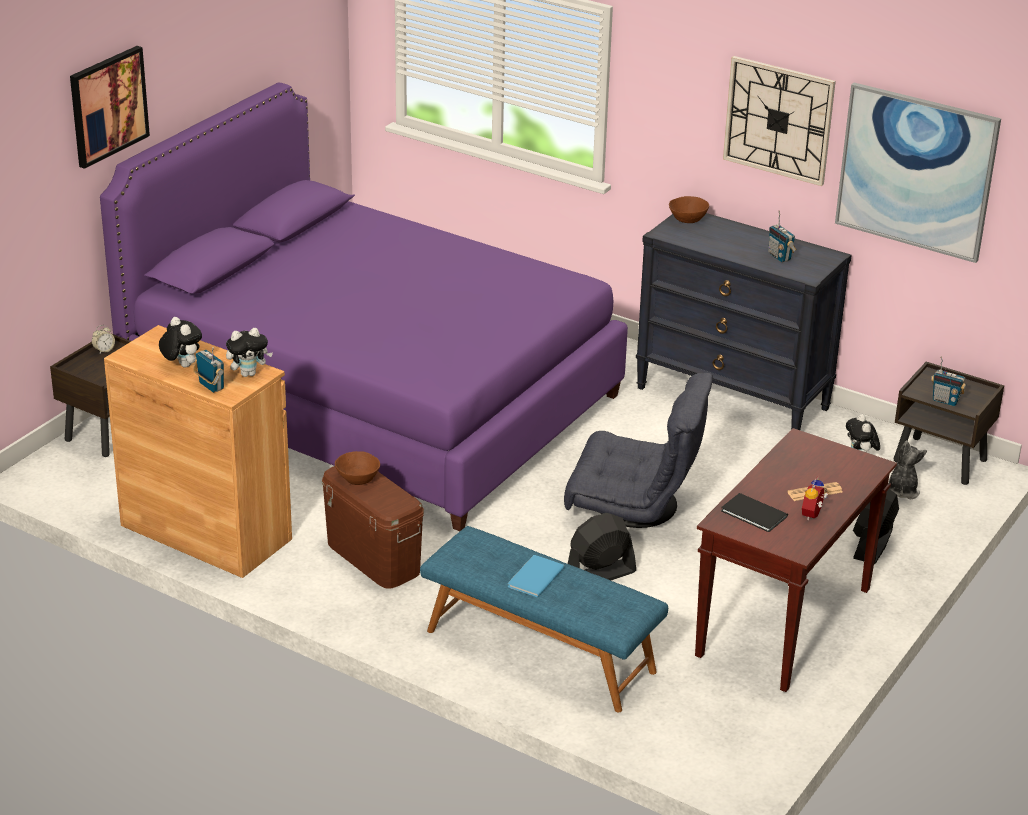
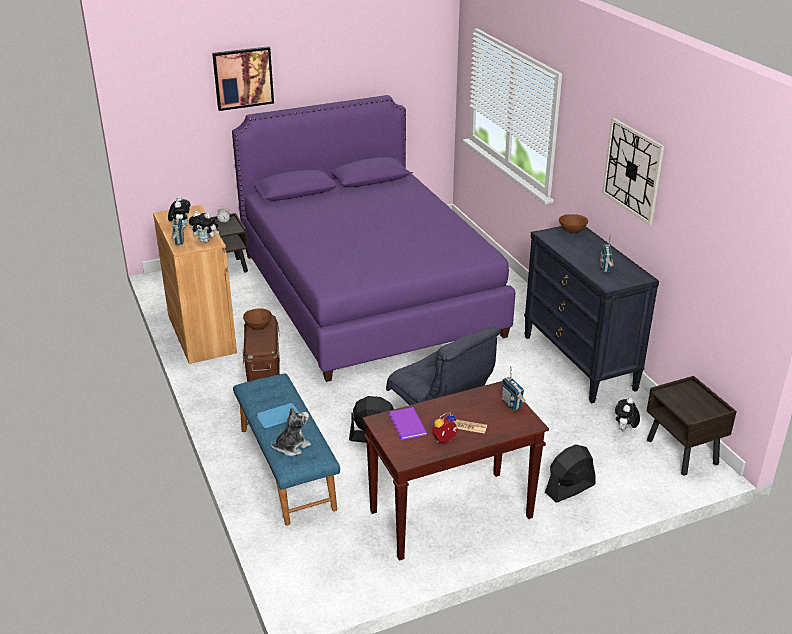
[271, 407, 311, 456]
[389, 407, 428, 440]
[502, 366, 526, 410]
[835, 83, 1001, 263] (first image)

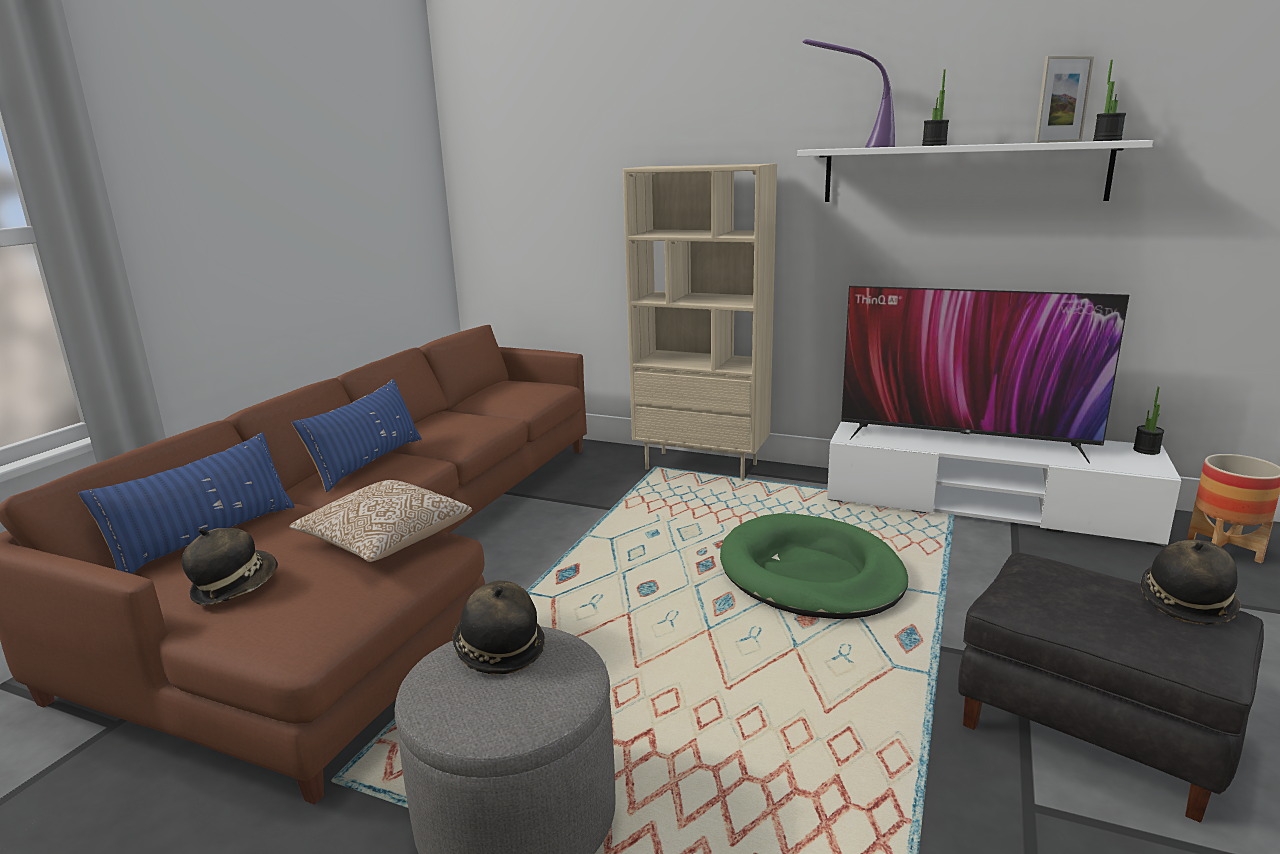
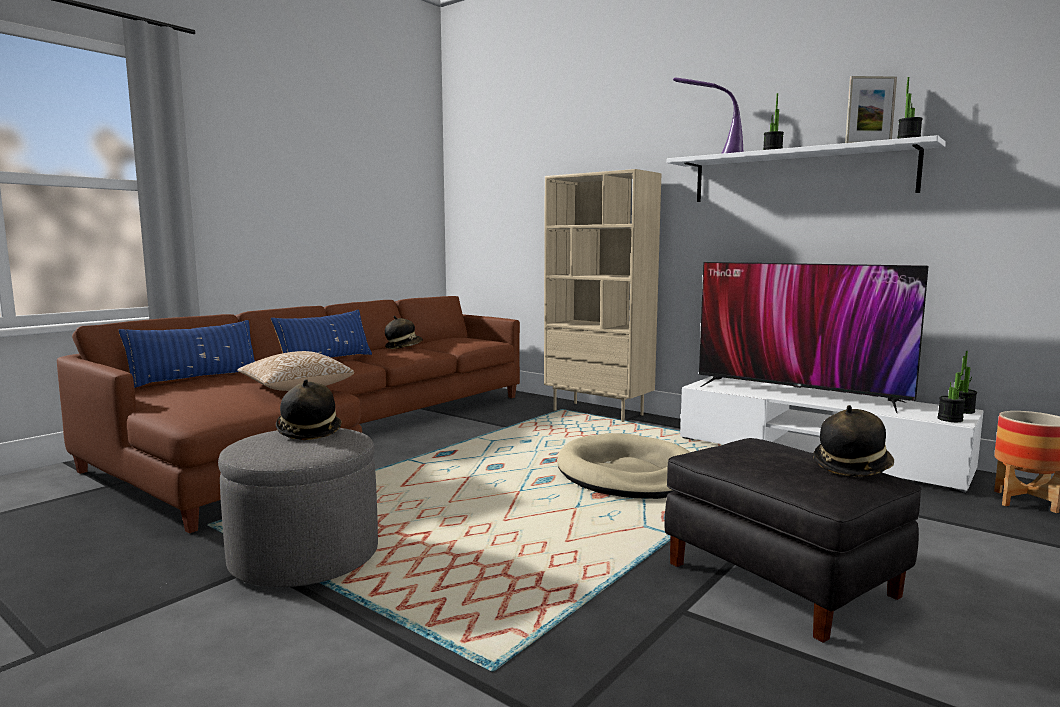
[385, 316, 423, 349]
[557, 433, 690, 499]
[937, 356, 965, 422]

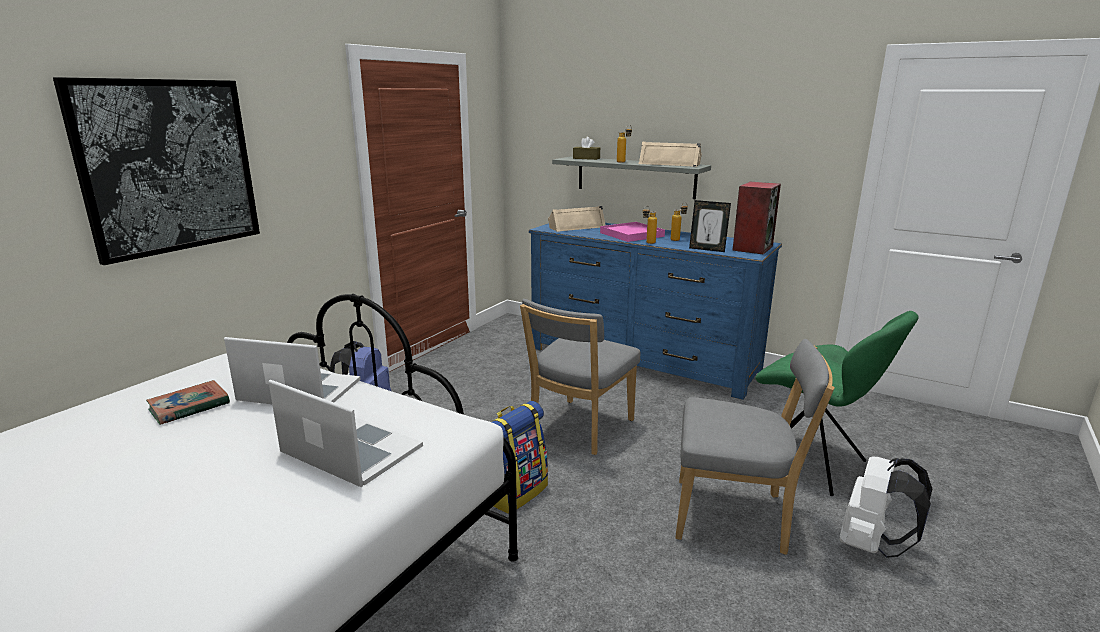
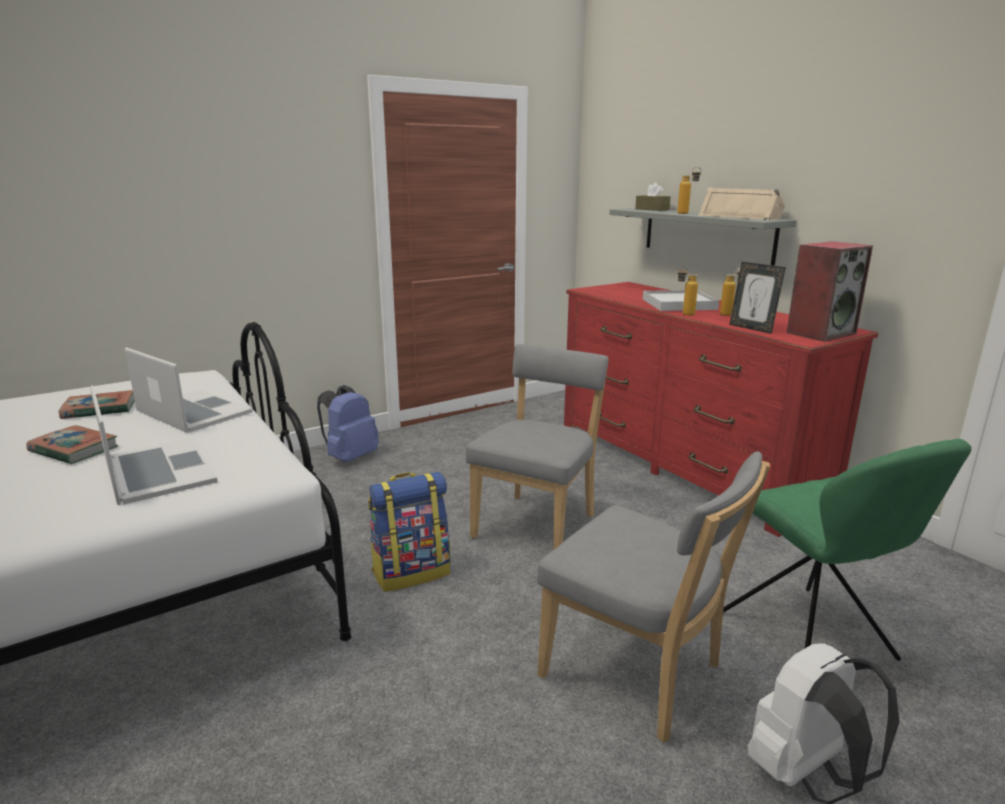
[26, 425, 118, 464]
[466, 344, 609, 549]
[564, 282, 878, 537]
[643, 290, 719, 311]
[53, 77, 260, 265] (first image)
[548, 206, 606, 232] (first image)

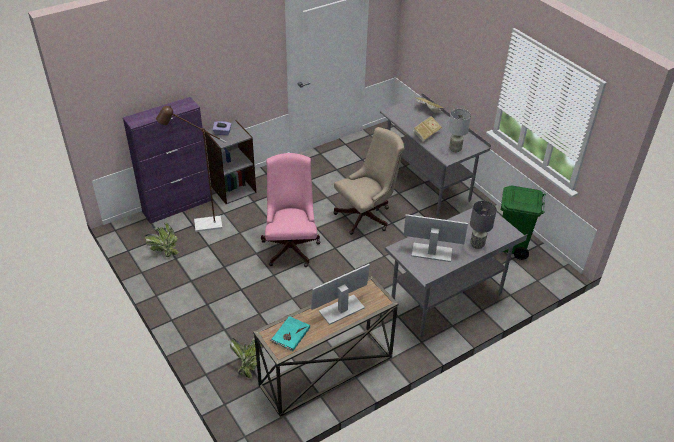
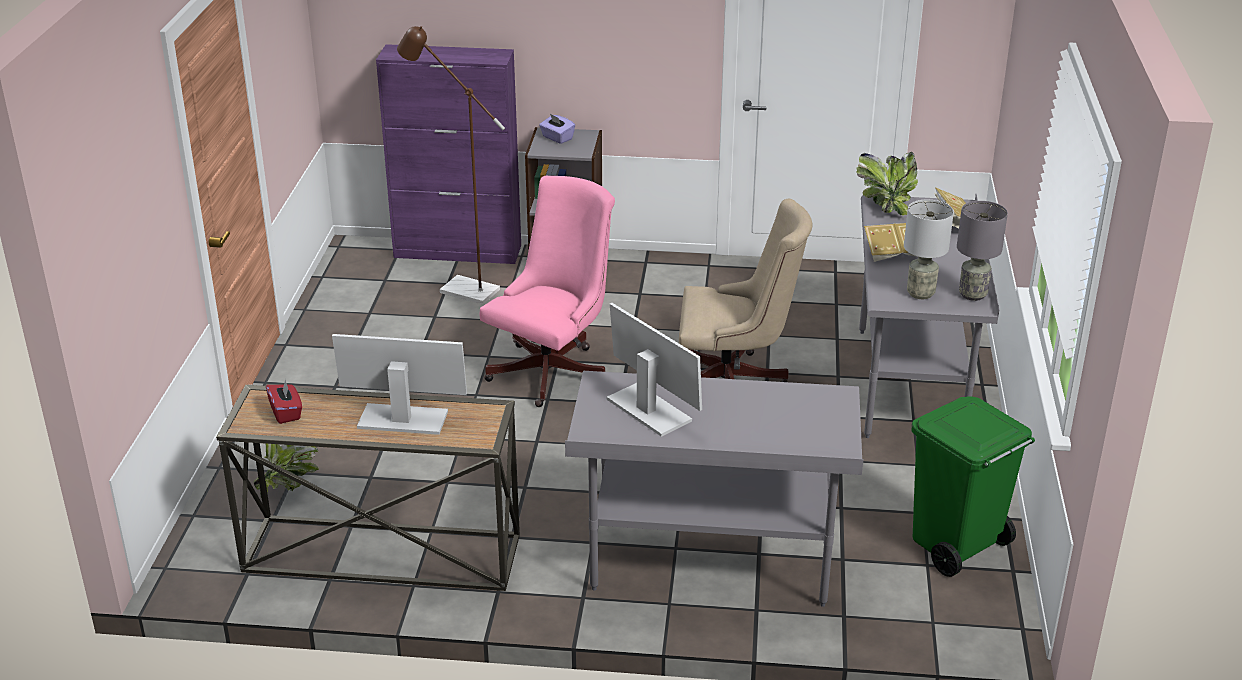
[266, 379, 302, 424]
[856, 152, 918, 216]
[957, 201, 1008, 301]

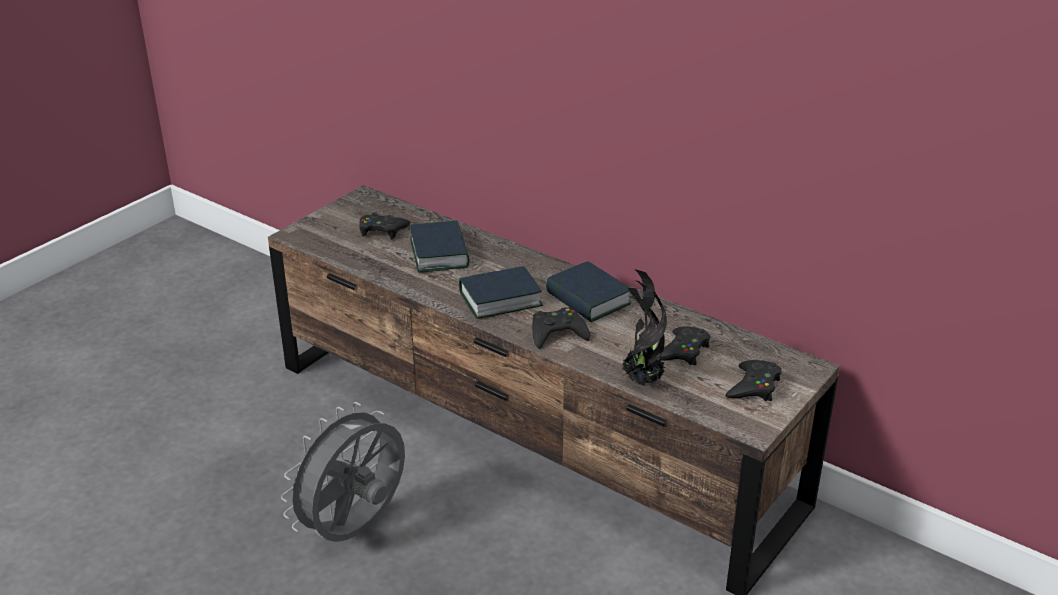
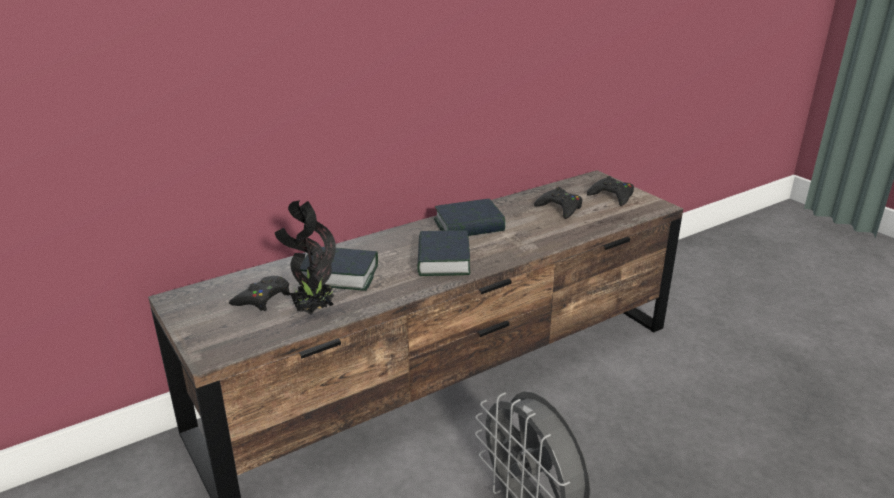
[275, 200, 336, 315]
[532, 308, 590, 349] (first image)

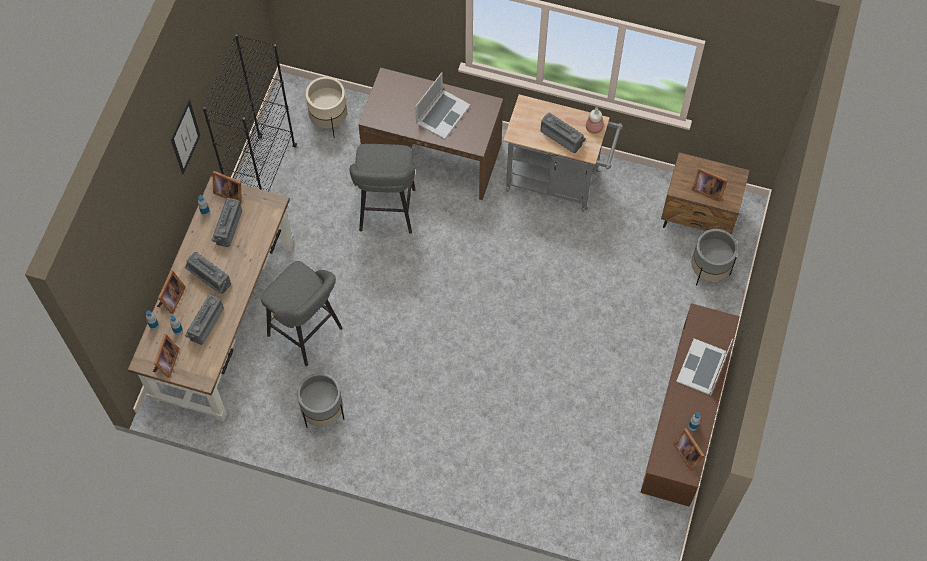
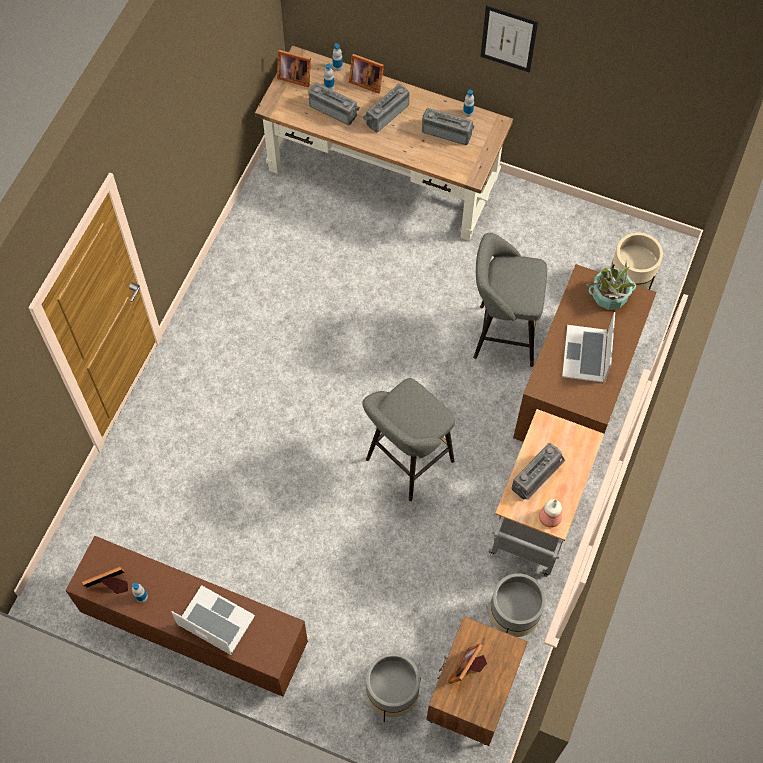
[362, 378, 455, 501]
[489, 573, 546, 637]
[562, 312, 615, 383]
[586, 259, 636, 310]
[202, 34, 297, 192] (first image)
[213, 171, 241, 204] (first image)

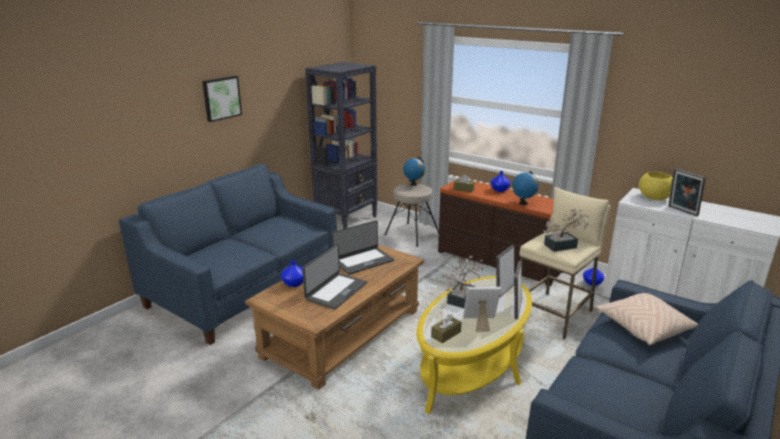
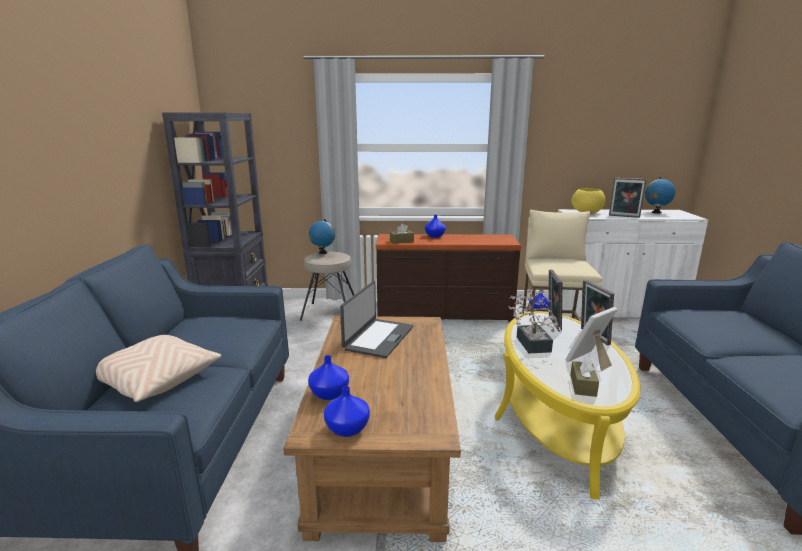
[96, 335, 221, 402]
[324, 386, 370, 437]
[645, 177, 676, 213]
[202, 76, 242, 122] (first image)
[302, 244, 367, 309] (first image)
[543, 209, 589, 252] (first image)

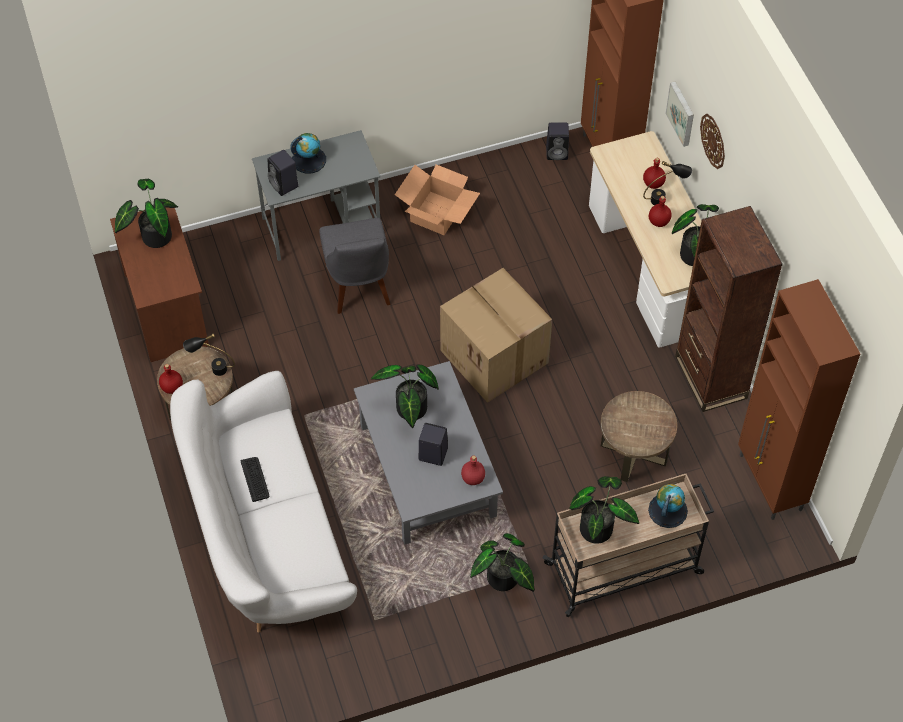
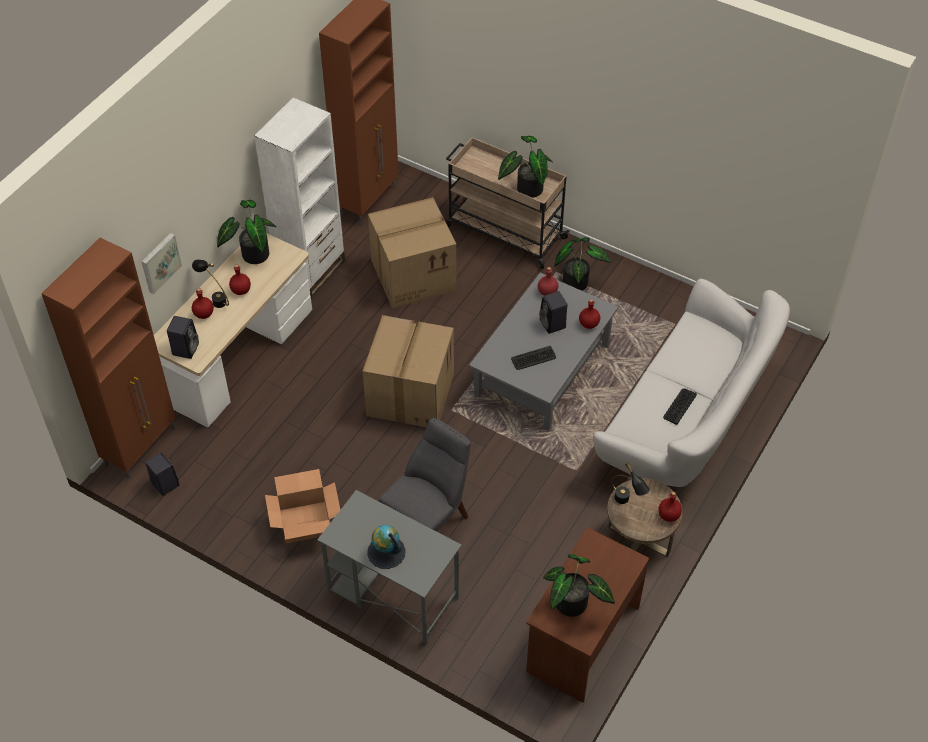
[167, 316, 199, 359]
[254, 97, 345, 297]
[368, 197, 457, 308]
[511, 346, 556, 370]
[579, 299, 600, 329]
[648, 484, 688, 528] (first image)
[700, 114, 725, 169] (first image)

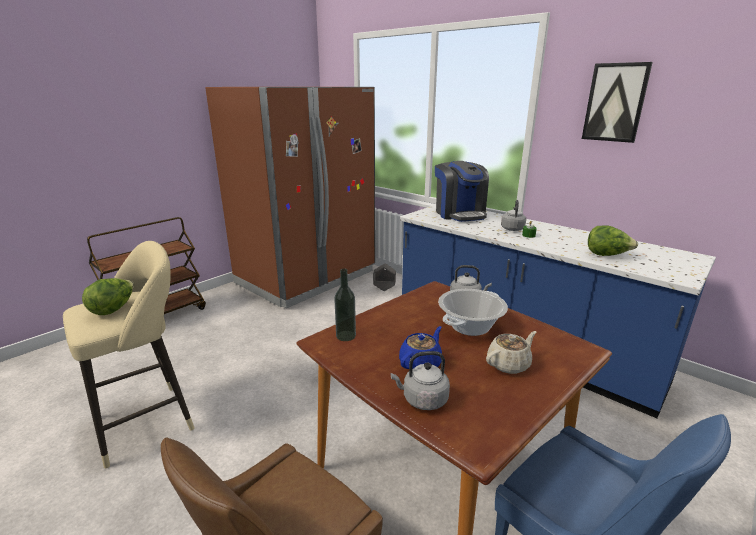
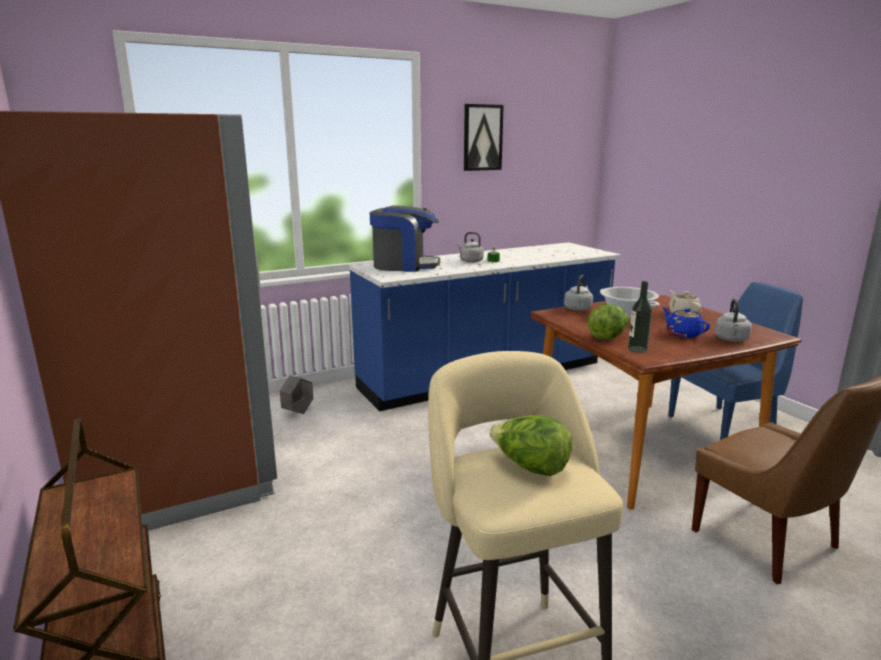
[588, 304, 629, 340]

